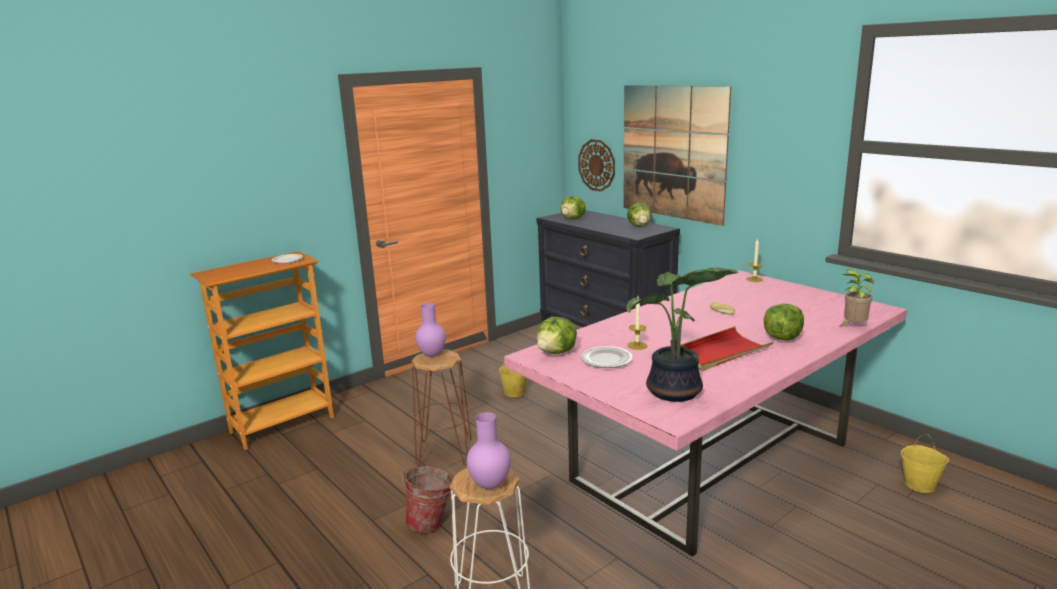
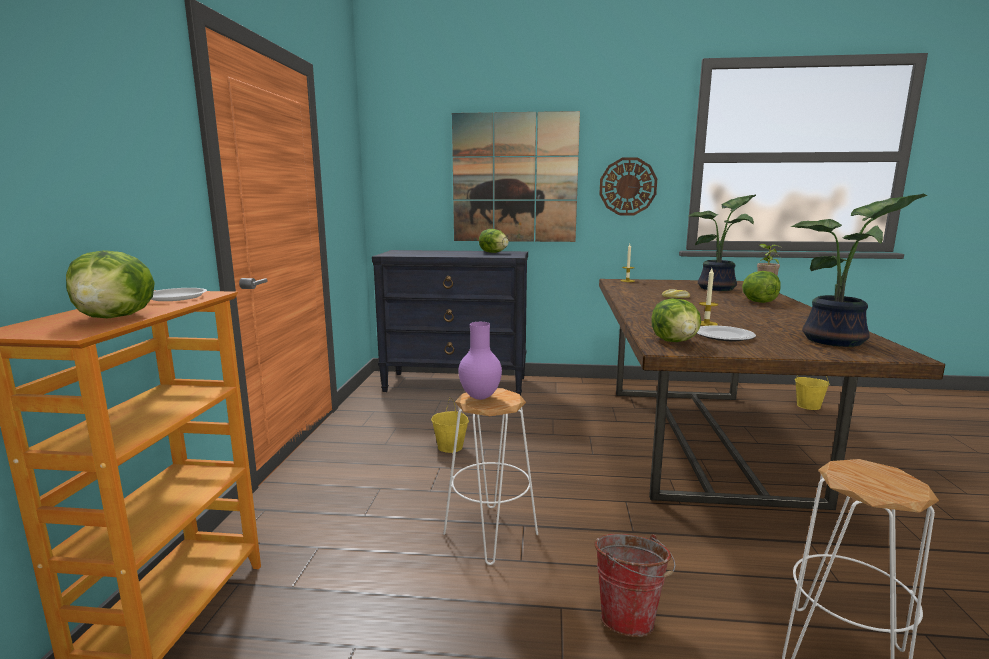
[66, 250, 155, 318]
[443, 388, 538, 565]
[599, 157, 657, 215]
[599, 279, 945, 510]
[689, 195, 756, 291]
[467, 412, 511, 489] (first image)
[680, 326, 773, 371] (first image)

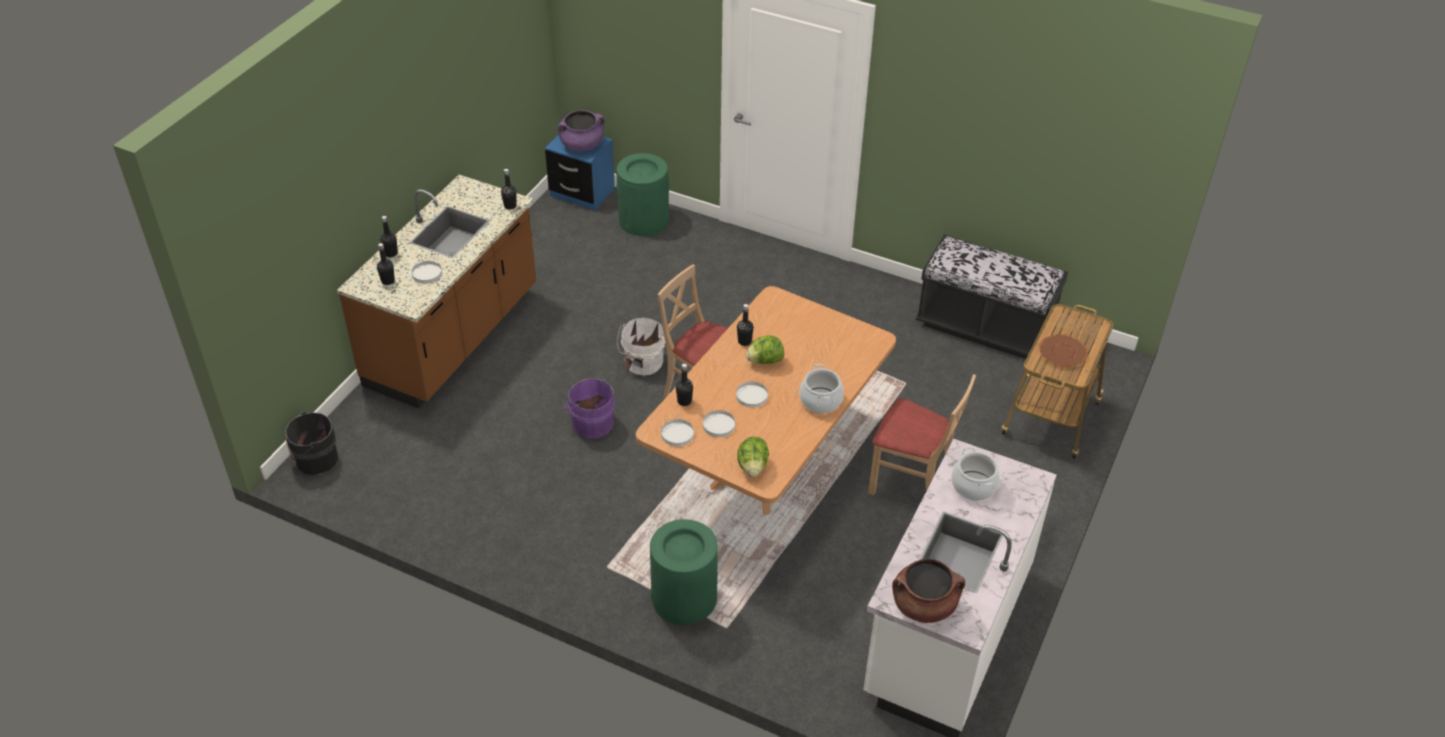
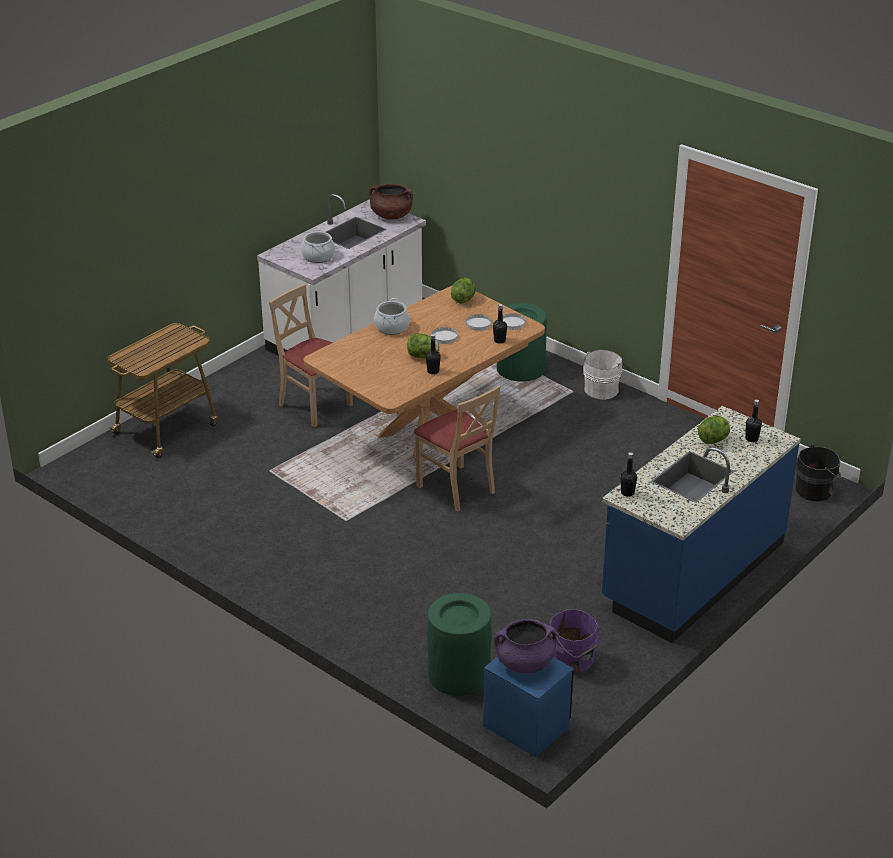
[549, 609, 602, 673]
[583, 350, 626, 400]
[602, 406, 801, 643]
[698, 416, 730, 444]
[380, 216, 398, 257] (first image)
[916, 235, 1068, 359] (first image)
[1039, 334, 1088, 367] (first image)

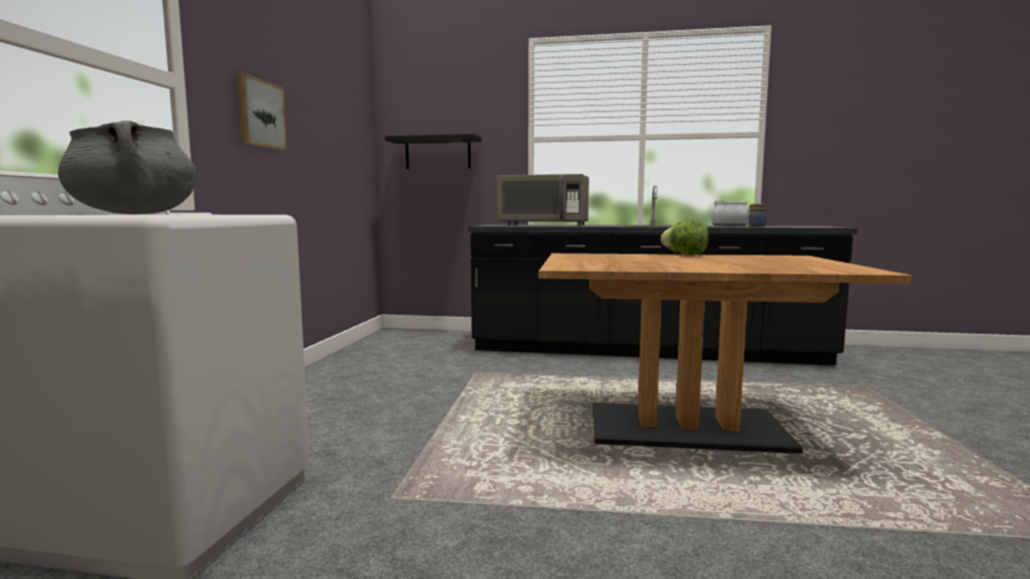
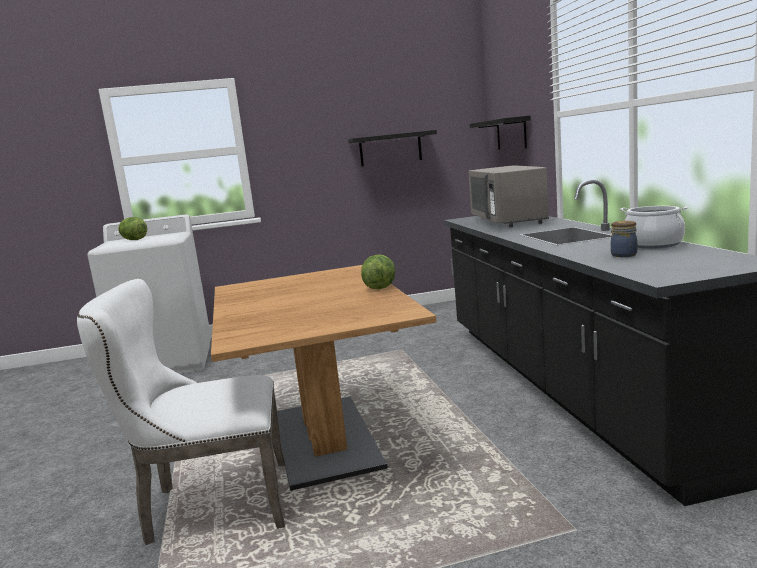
[77, 279, 285, 545]
[118, 217, 147, 240]
[348, 130, 437, 167]
[236, 73, 287, 150] (first image)

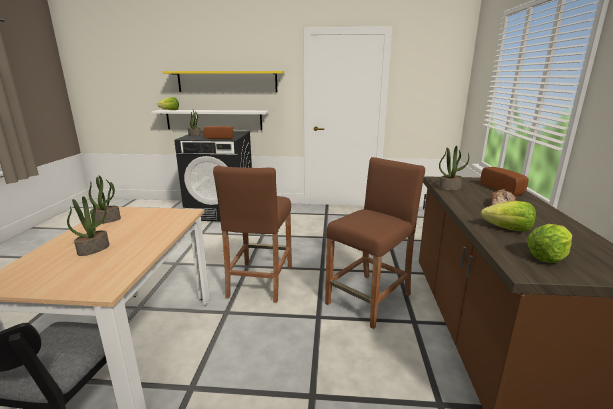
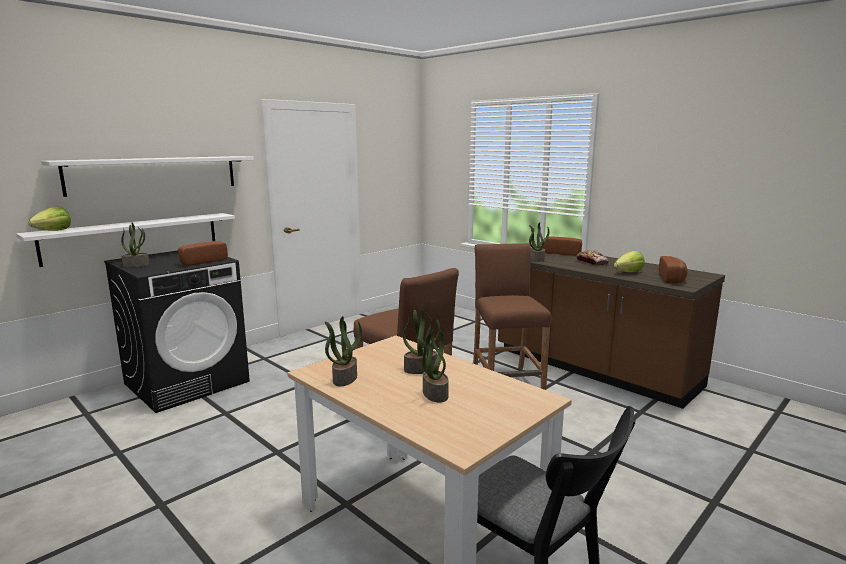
[41, 156, 254, 197]
[403, 309, 440, 374]
[659, 256, 688, 283]

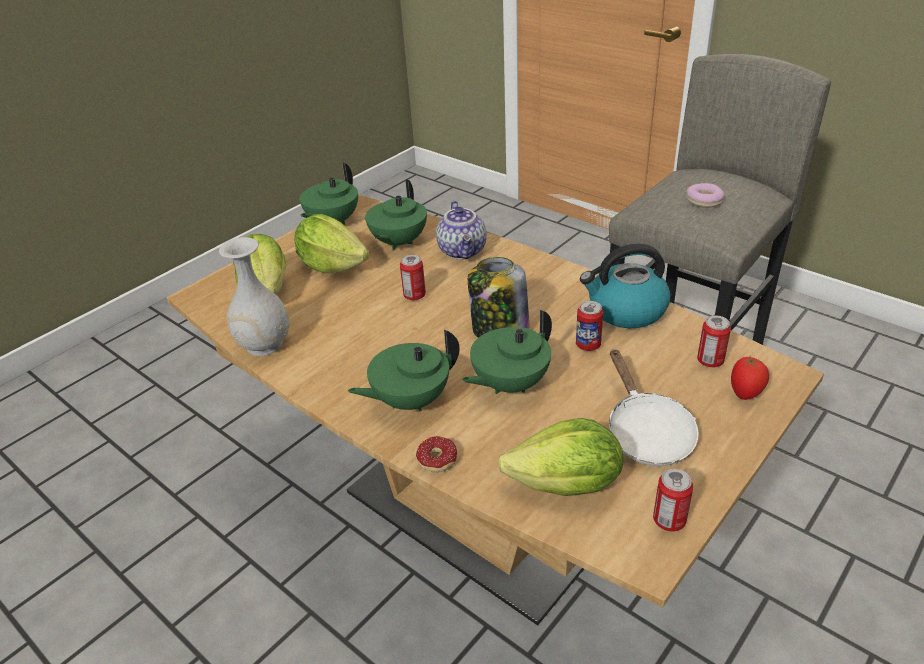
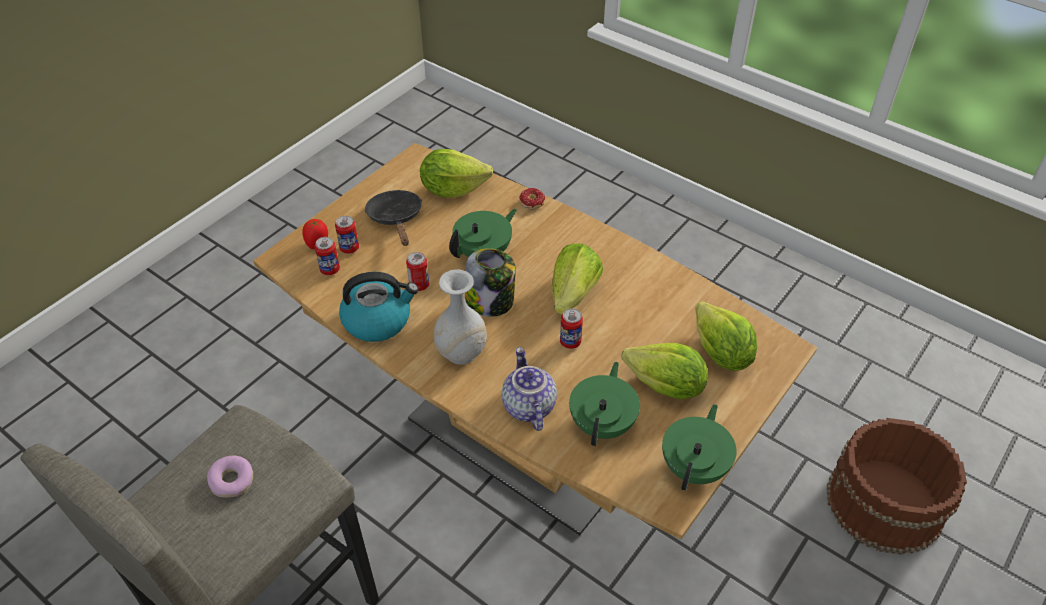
[335, 216, 359, 254]
[364, 190, 422, 246]
[434, 269, 487, 365]
[552, 243, 603, 314]
[827, 418, 967, 555]
[348, 330, 460, 411] (first image)

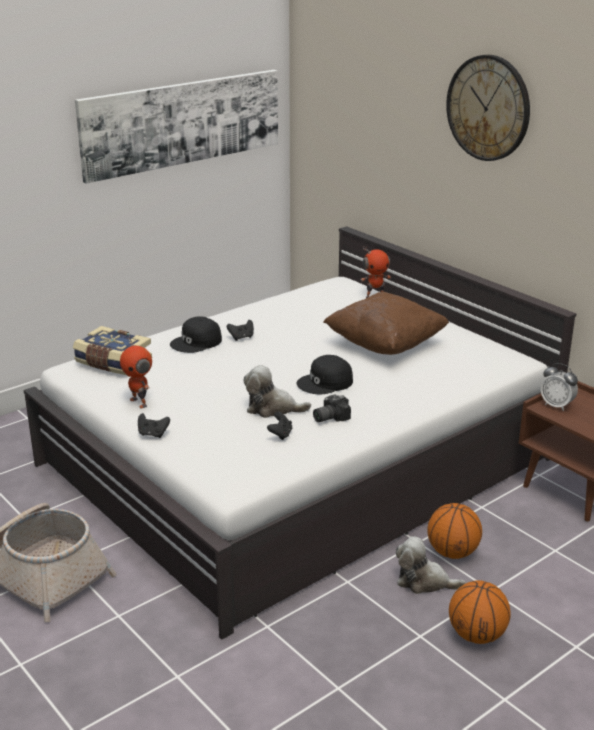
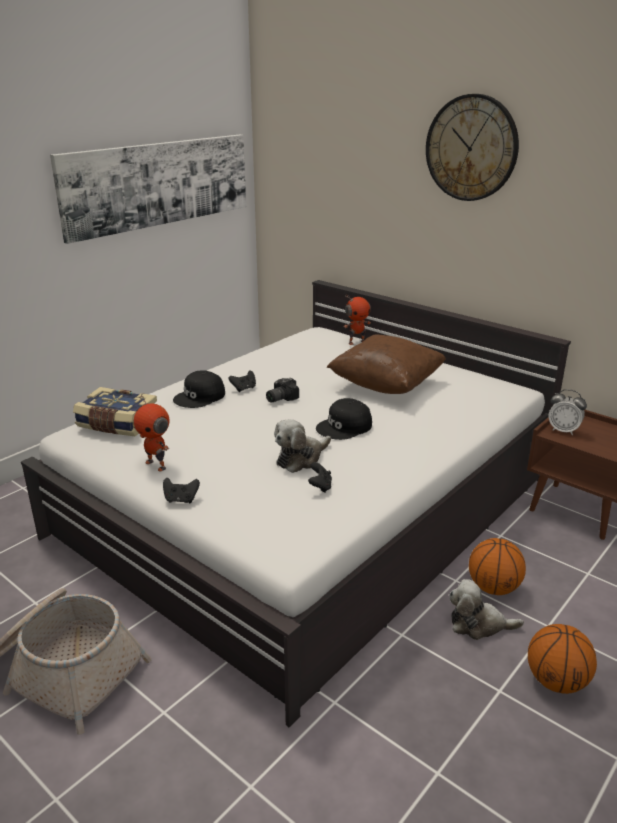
[266, 378, 299, 403]
[274, 419, 331, 473]

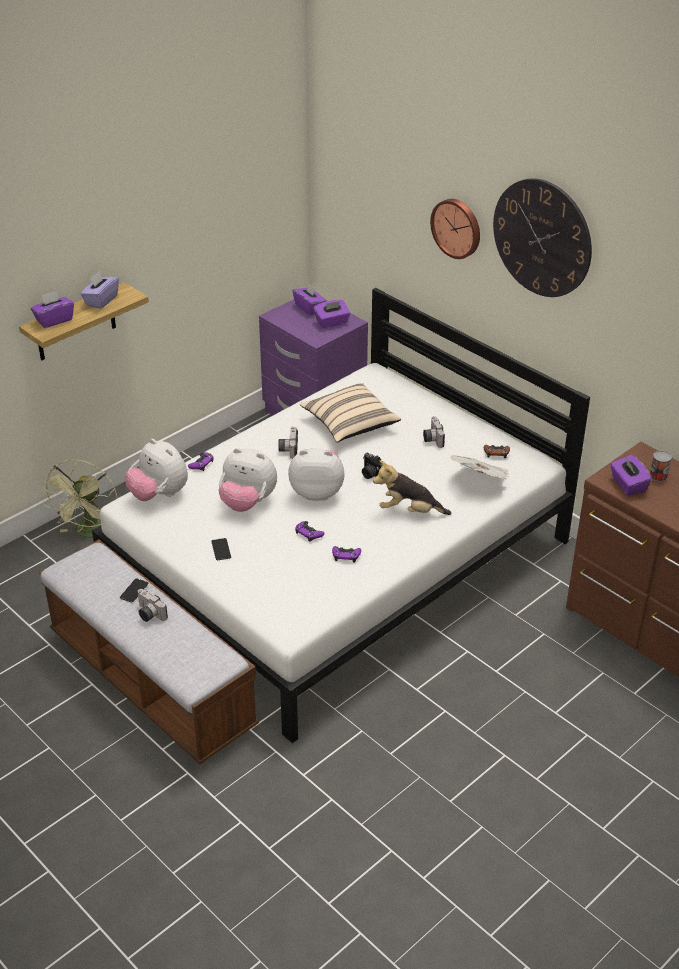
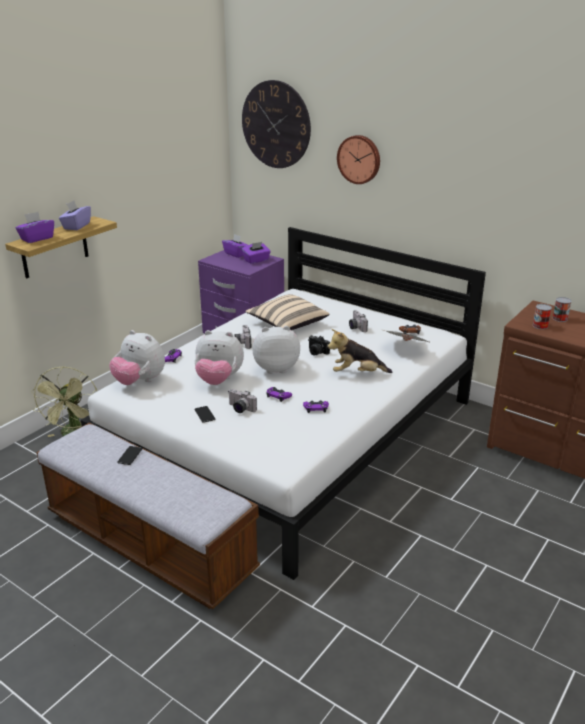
[229, 389, 257, 413]
[242, 80, 311, 168]
[533, 304, 552, 329]

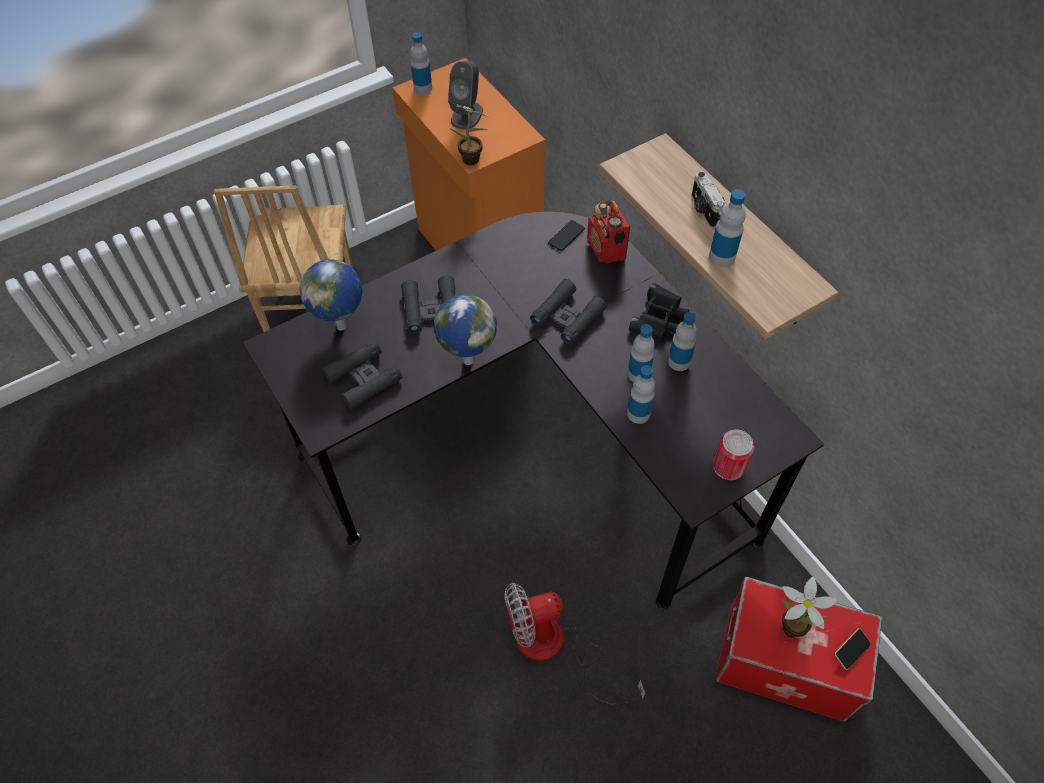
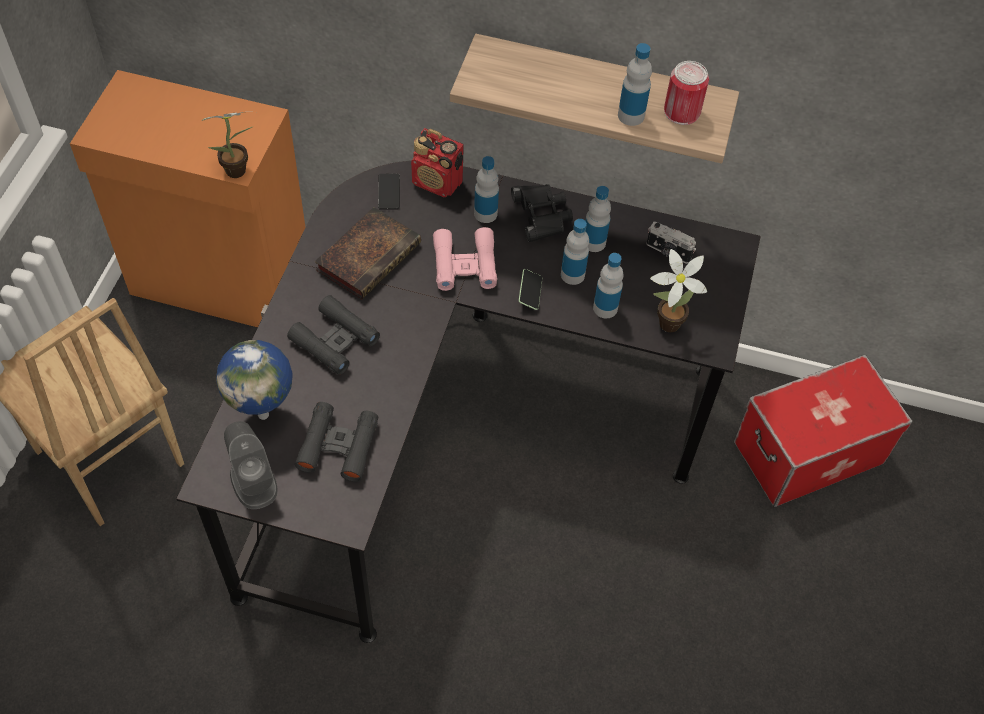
[224, 421, 278, 509]
[315, 207, 421, 299]
[433, 227, 497, 291]
[474, 156, 499, 223]
[519, 269, 543, 310]
[646, 221, 696, 264]
[650, 249, 707, 332]
[664, 61, 709, 125]
[434, 294, 497, 365] (first image)
[504, 583, 645, 705] (first image)

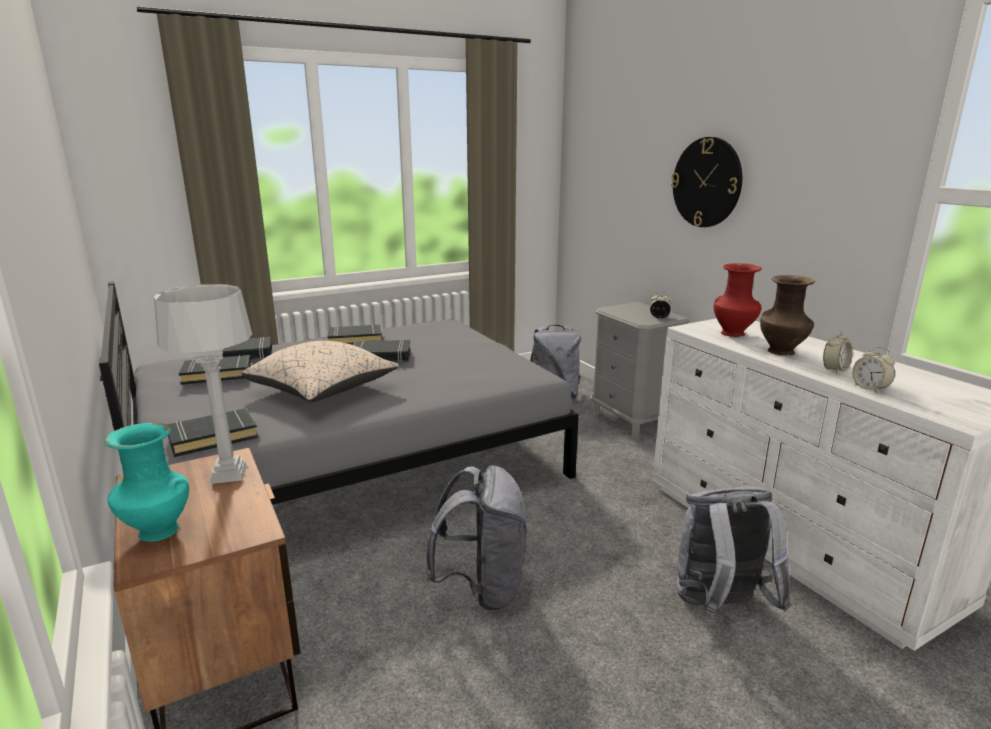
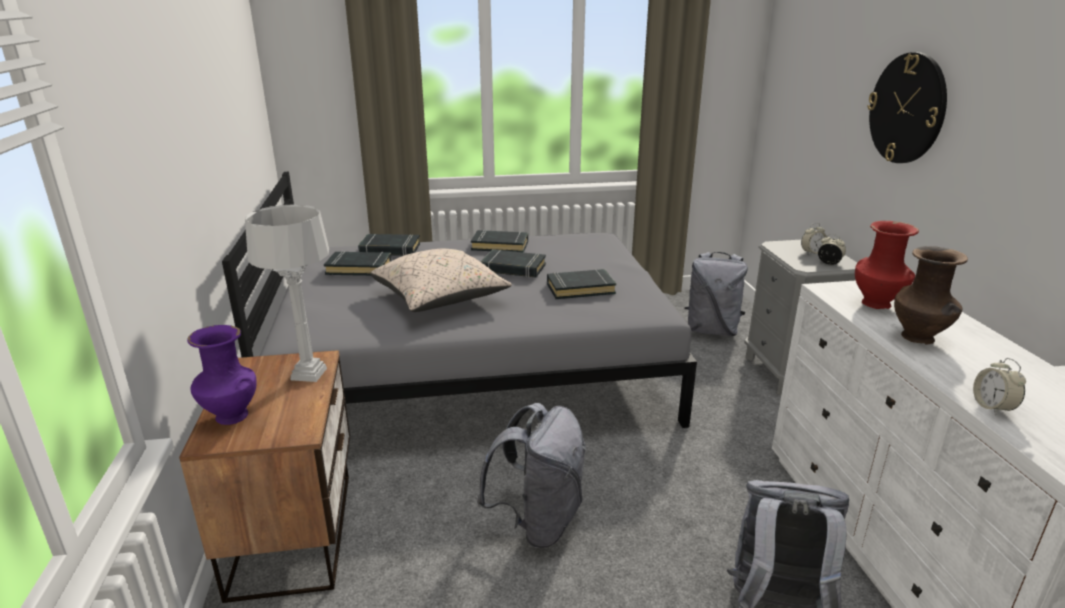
[187, 325, 257, 425]
[547, 269, 617, 299]
[801, 223, 827, 254]

